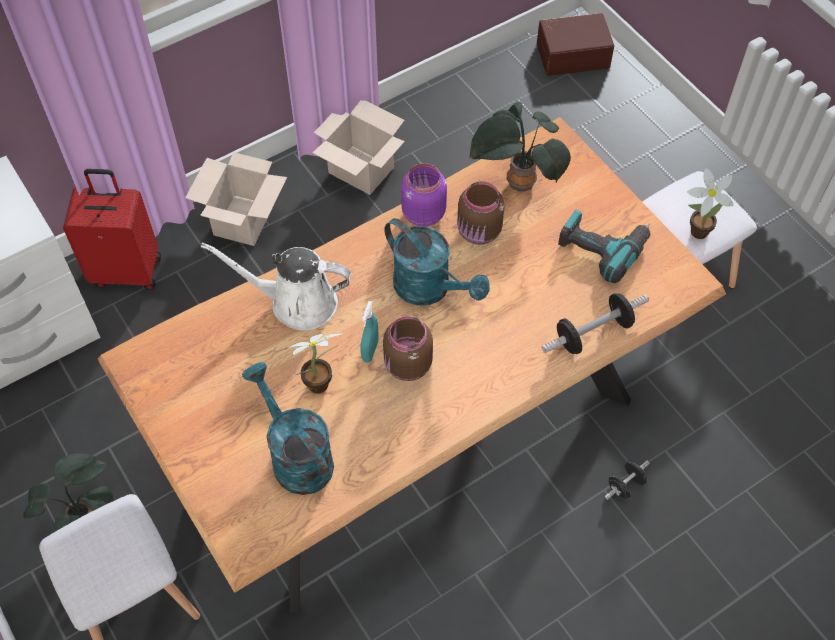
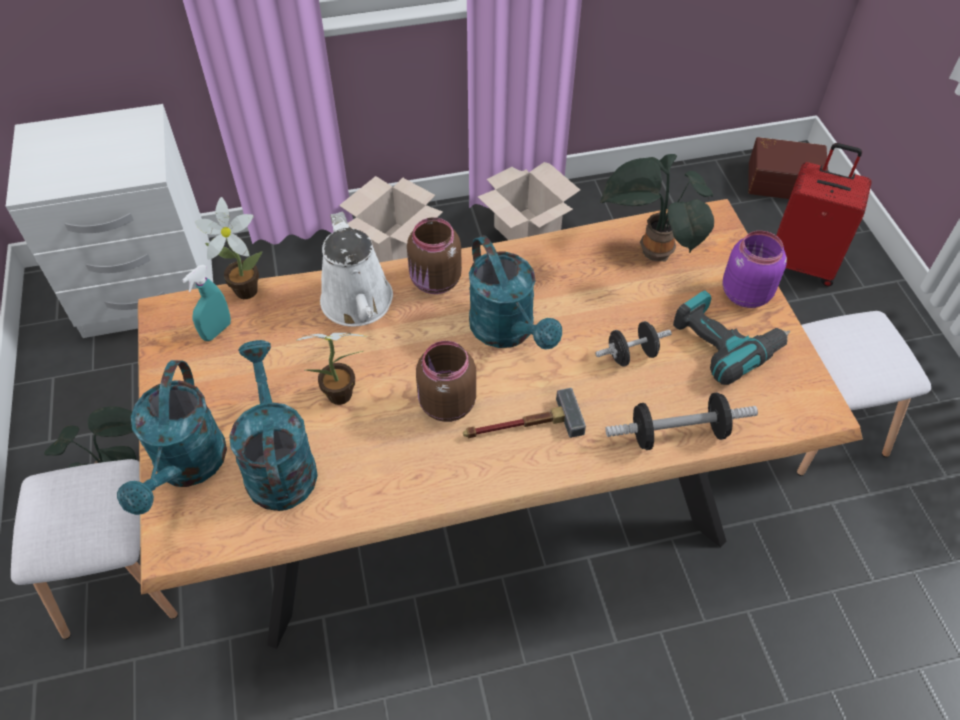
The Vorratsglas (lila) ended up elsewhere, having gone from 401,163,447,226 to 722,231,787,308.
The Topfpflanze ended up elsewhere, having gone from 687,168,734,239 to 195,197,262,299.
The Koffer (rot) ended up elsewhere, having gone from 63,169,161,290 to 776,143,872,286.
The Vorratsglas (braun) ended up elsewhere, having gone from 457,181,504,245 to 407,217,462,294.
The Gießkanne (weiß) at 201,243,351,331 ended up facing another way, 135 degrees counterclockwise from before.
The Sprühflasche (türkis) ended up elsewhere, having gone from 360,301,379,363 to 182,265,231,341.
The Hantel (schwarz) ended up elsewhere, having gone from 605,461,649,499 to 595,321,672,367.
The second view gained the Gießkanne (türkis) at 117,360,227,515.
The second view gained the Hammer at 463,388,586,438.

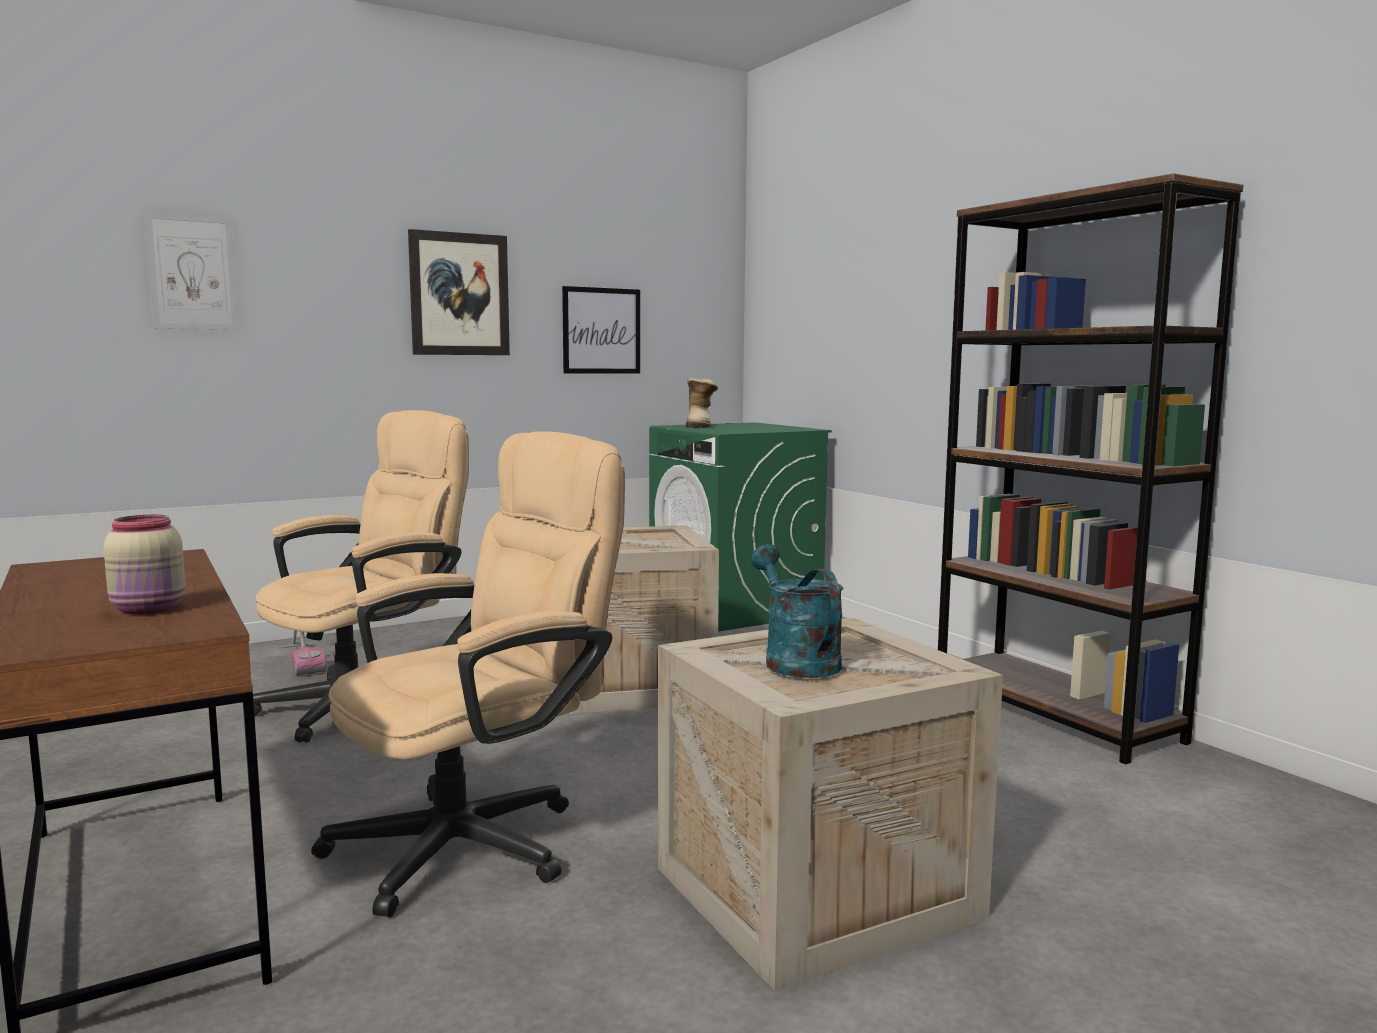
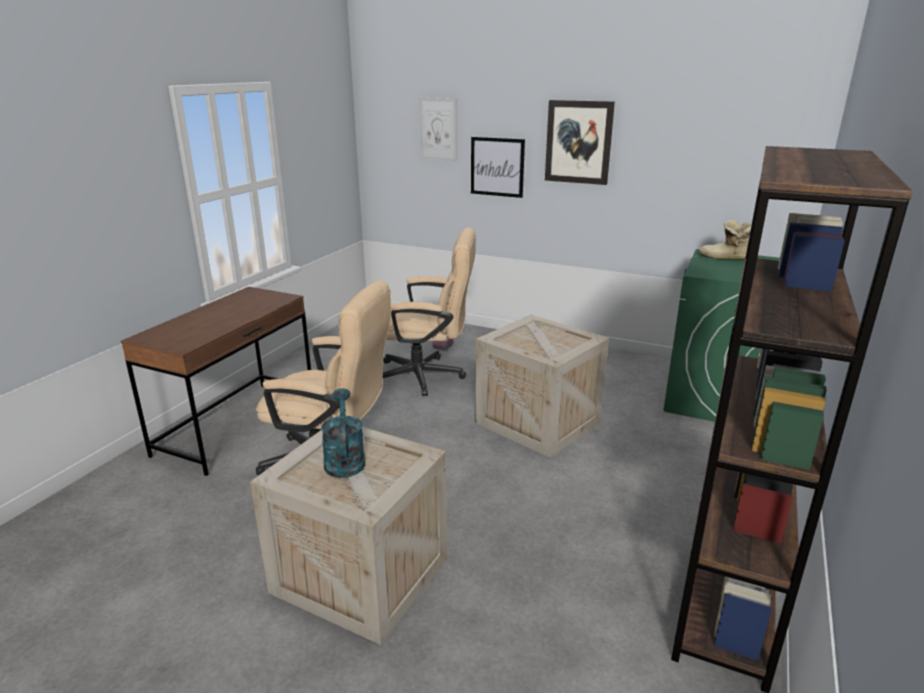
The Bild ended up elsewhere, having gone from 562,286,640,374 to 471,137,525,198.
The Stiefel at 686,378,718,428 ended up facing another way, 60 degrees clockwise from before.
The second view lost the Vorratsglas (beige) at 104,515,186,615.
The Gießkanne (türkis) at 751,544,844,678 ended up facing another way, 45 degrees counterclockwise from before.

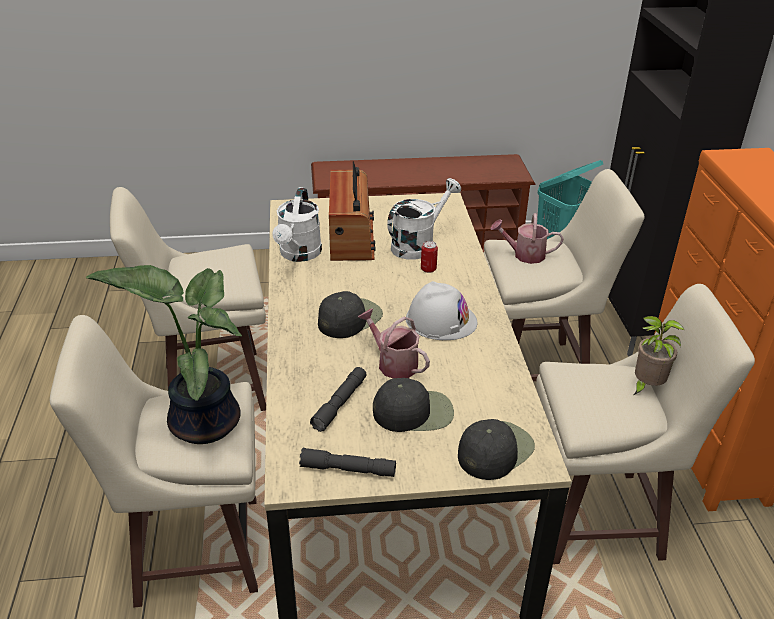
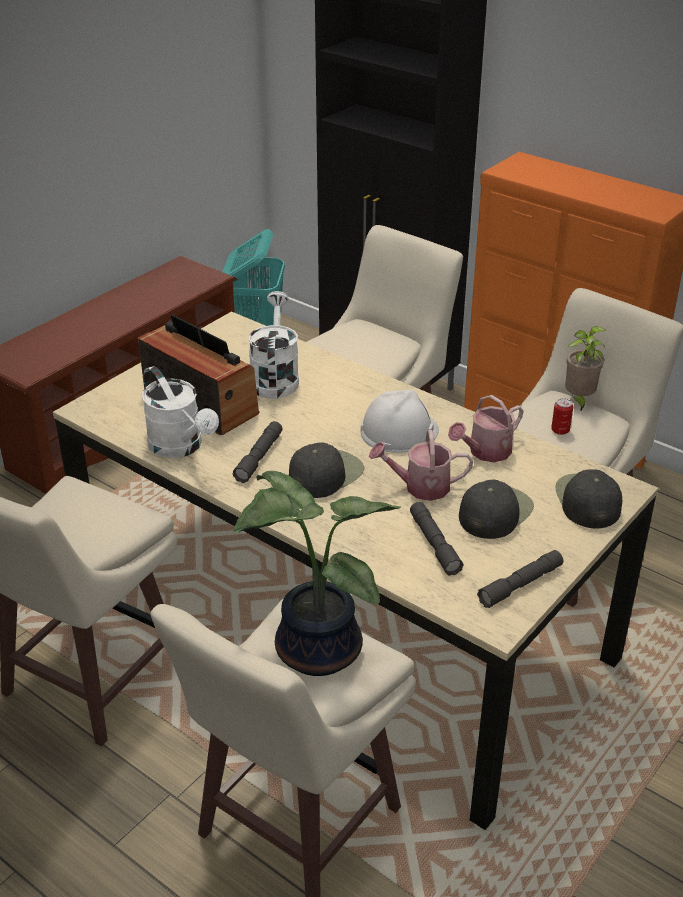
The Gießkanne ended up elsewhere, having gone from 490,213,564,264 to 448,395,523,462.
The Dose ended up elsewhere, having gone from 421,241,438,273 to 551,398,573,435.
The Kappe (schwarz) at 318,291,383,338 ended up facing another way, 45 degrees clockwise from before.
The second view gained the Taschenlampe (grau) at 233,421,282,483.

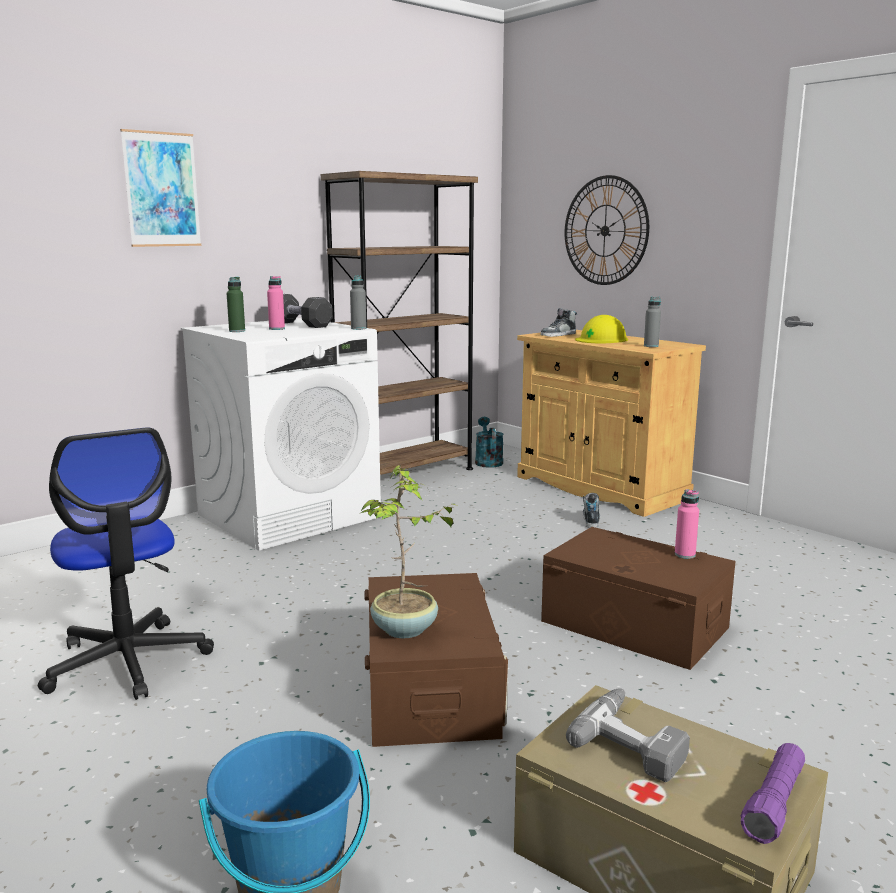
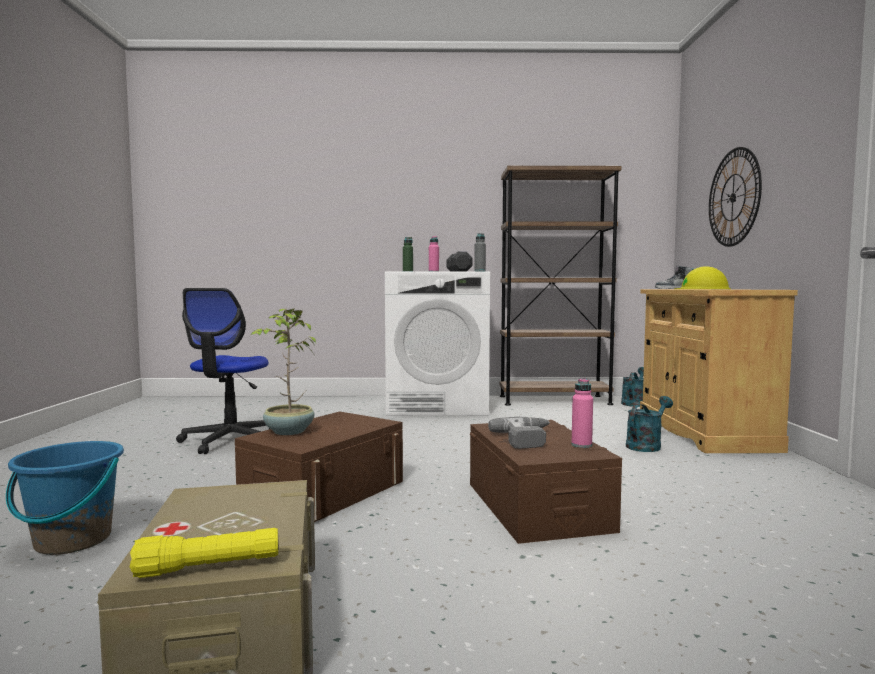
The second view lost the Bild at 120,129,201,247.
The second view lost the Flasche (grau) at 644,297,661,347.
Where the Schuh stood at 582,493,600,528, the Gießkanne (türkis) came to stand at 626,396,673,452.
The Bohrmaschine ended up elsewhere, having gone from 566,688,690,782 to 488,417,550,449.
What was the Taschenlampe (lila) at 741,743,805,844 turned into the Taschenlampe (gelb) at 129,528,279,578.

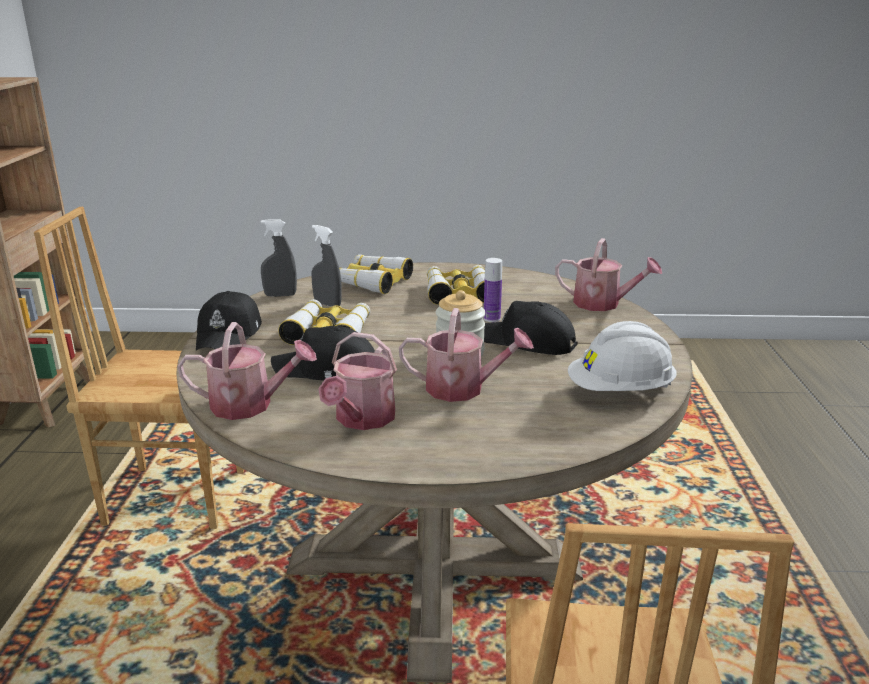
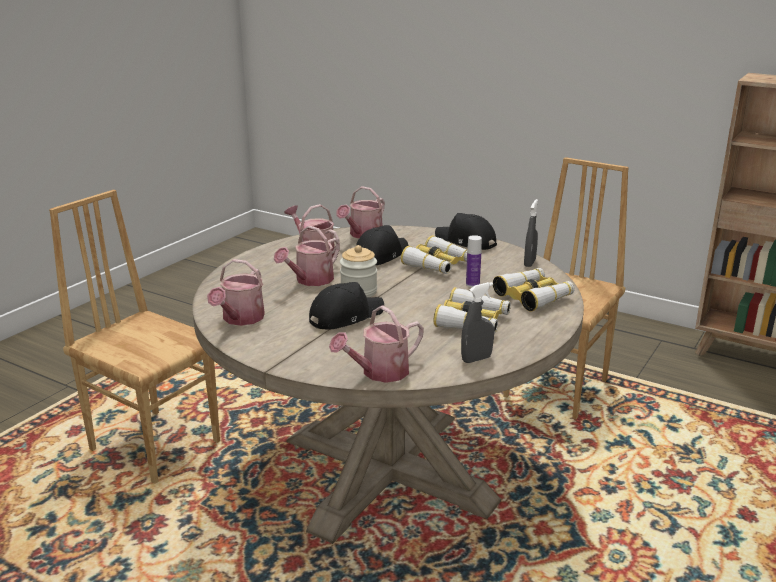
The Sprühflasche (grau) ended up elsewhere, having gone from 312,225,342,307 to 461,282,494,363.
The Flasche ended up elsewhere, having gone from 483,258,502,322 to 466,235,482,287.
Where the Schutzhelm (weiß) stood at 568,321,677,391, the Gießkanne came to stand at 207,259,265,326.

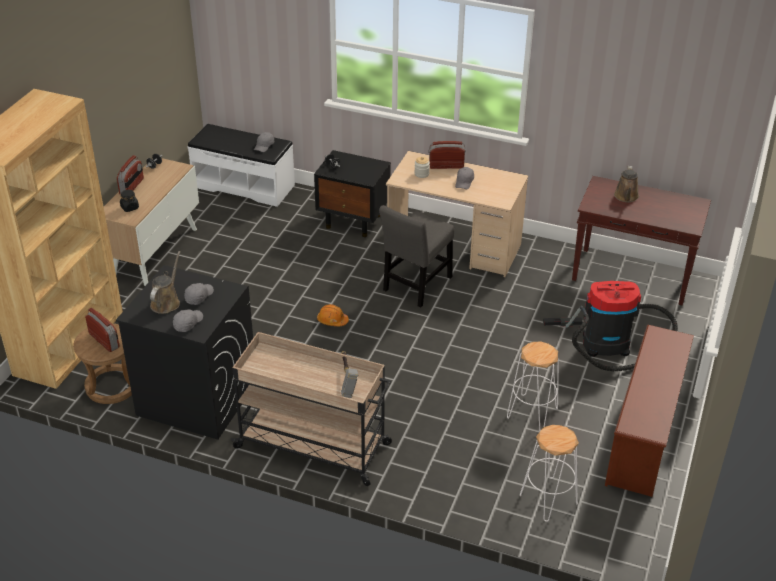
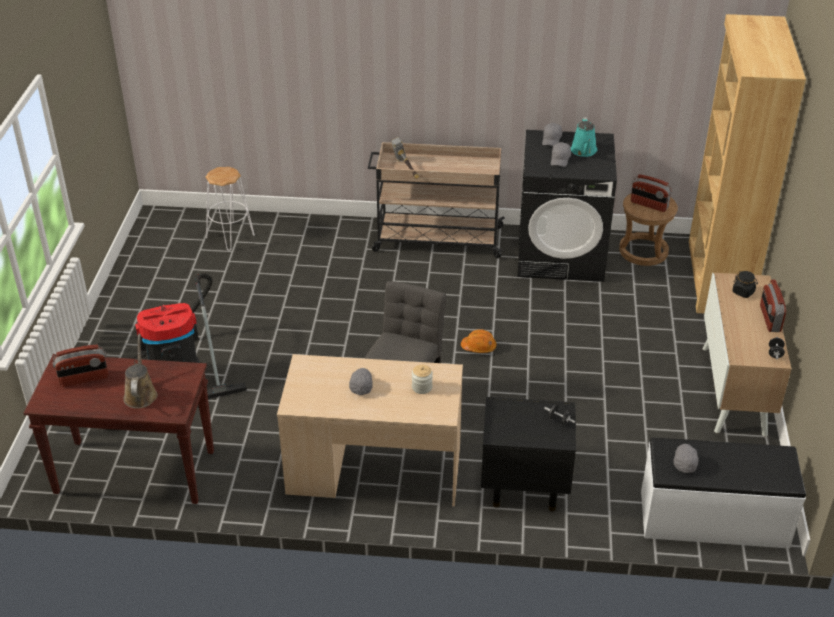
The Radio ended up elsewhere, having gone from 428,141,466,169 to 53,344,109,387.
What was the Gießkanne (braun) at 150,251,181,314 turned into the Gießkanne (türkis) at 571,117,597,157.
The second view lost the Schuhregal (braun) at 605,325,694,497.
The second view lost the Hocker (weiß) at 507,341,559,431.

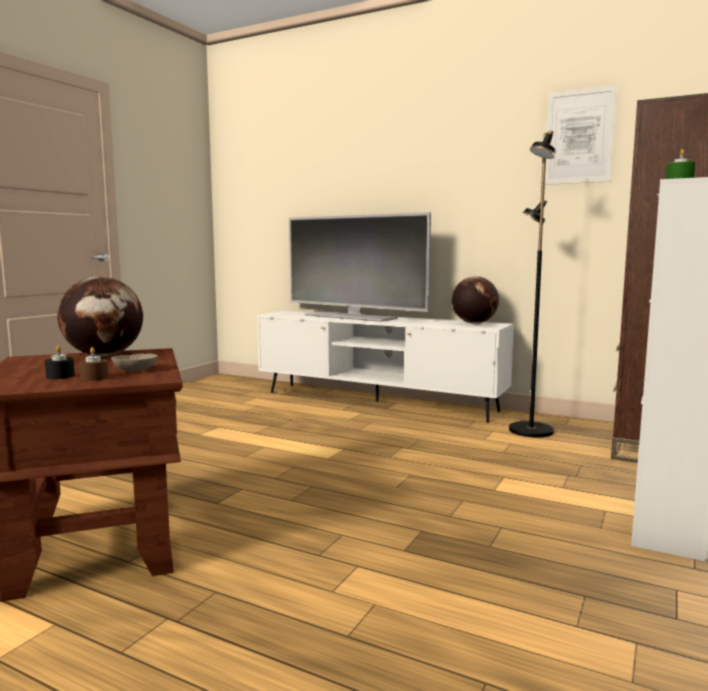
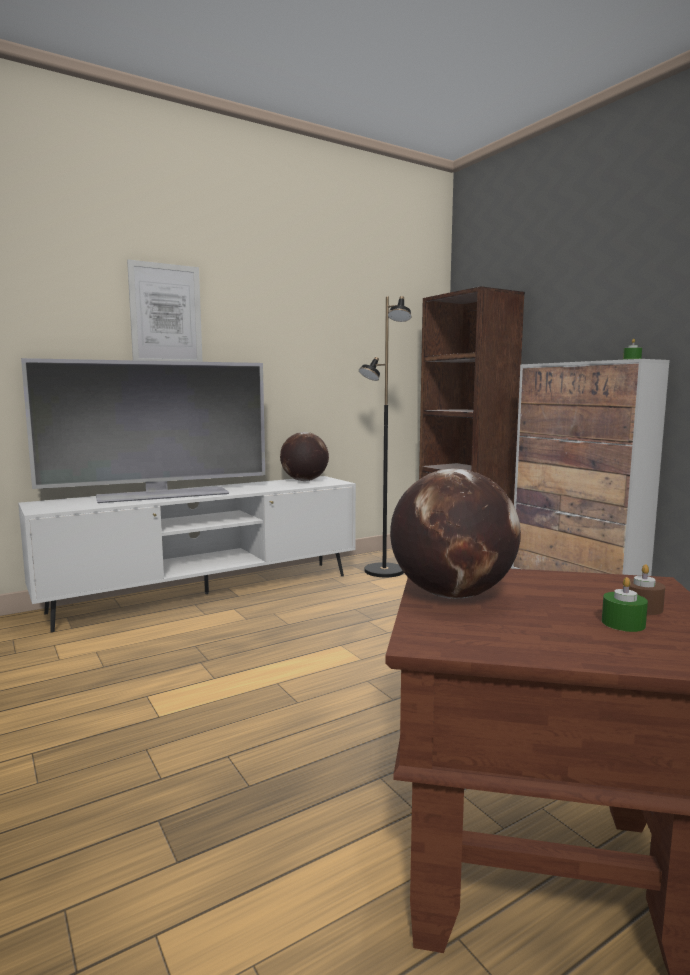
The Bild ended up elsewhere, having gone from 545,85,618,185 to 127,259,203,362.
What was the Kerze (schwarz) at 45,346,75,379 turned into the Kerze (grün) at 602,577,648,632.
The second view lost the Schüssel (beige) at 111,354,158,371.

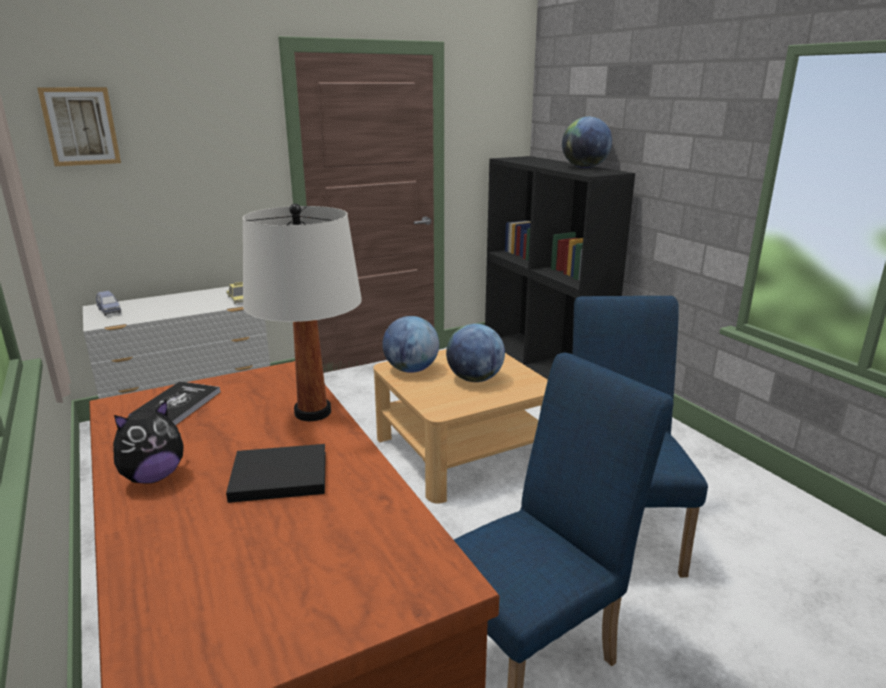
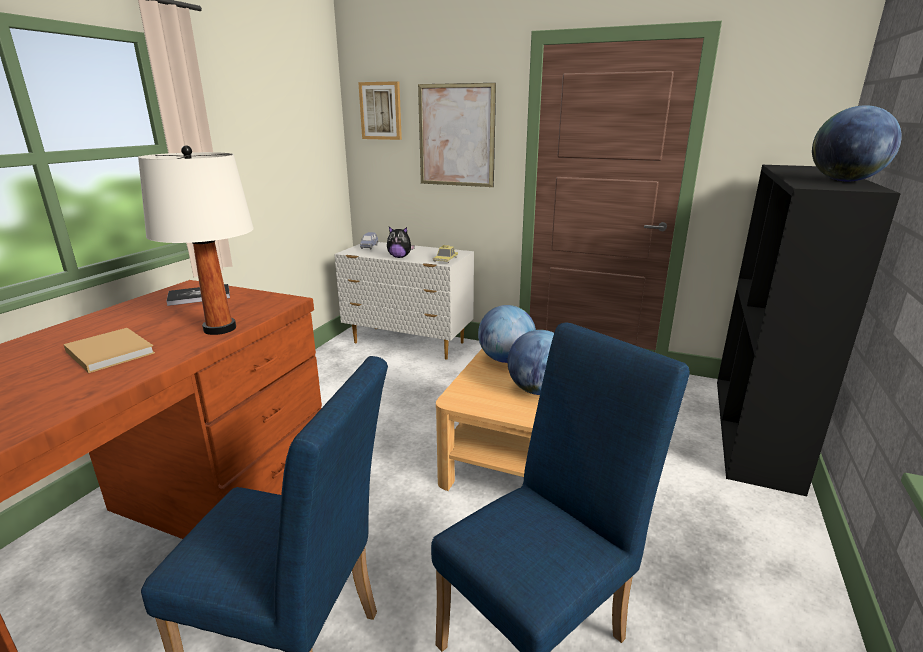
The Plüschtier ended up elsewhere, having gone from 113,400,184,484 to 387,227,415,258.
What was the Buch (schwarz) at 226,444,326,503 turned into the Buch (beige) at 63,328,155,373.
The second view gained the Bild at 418,83,496,187.

